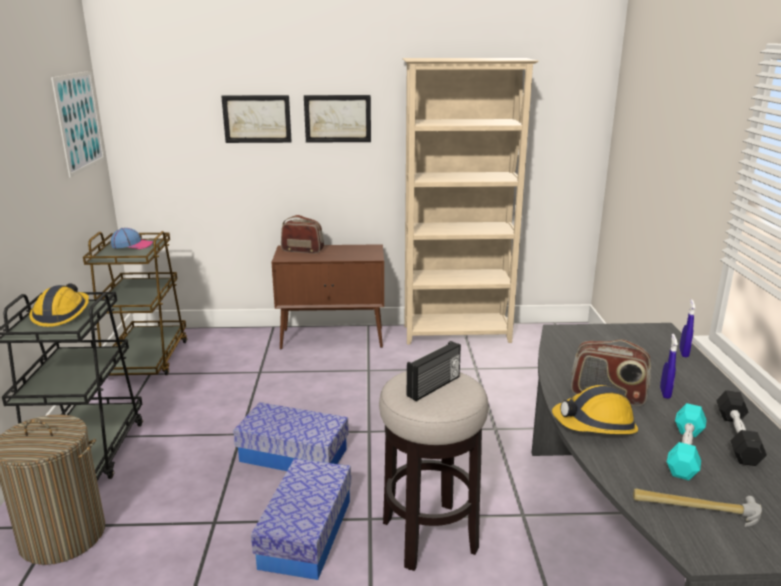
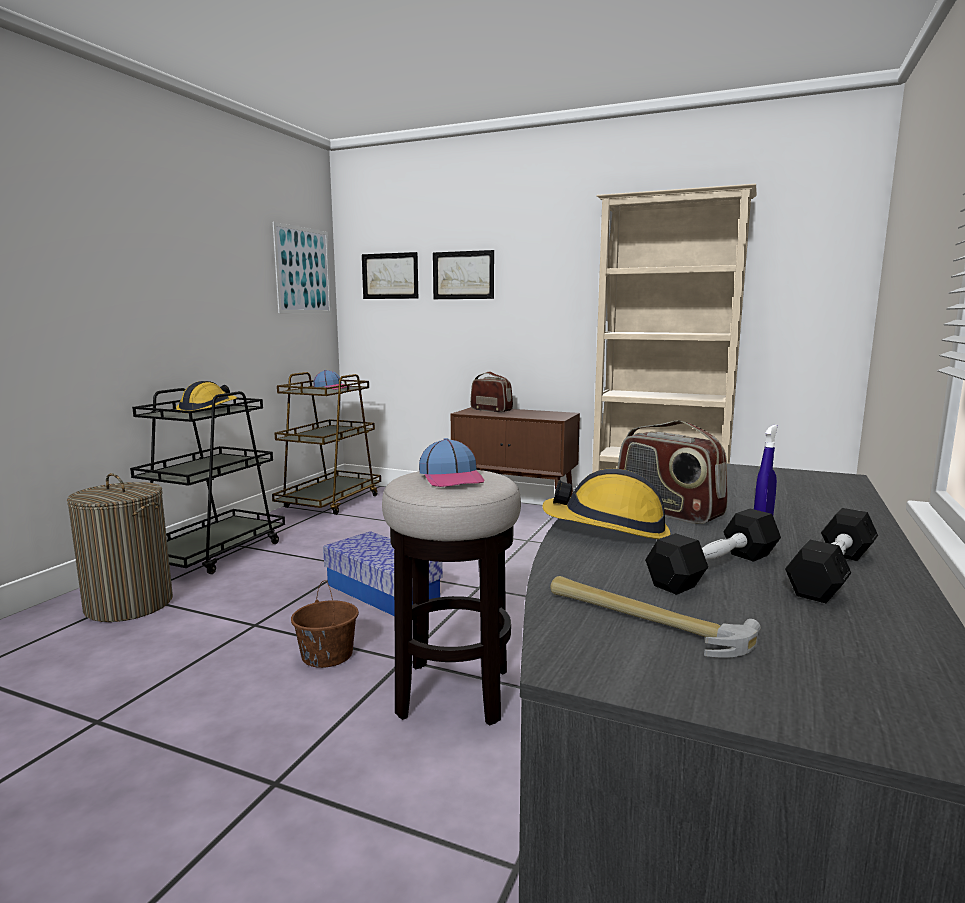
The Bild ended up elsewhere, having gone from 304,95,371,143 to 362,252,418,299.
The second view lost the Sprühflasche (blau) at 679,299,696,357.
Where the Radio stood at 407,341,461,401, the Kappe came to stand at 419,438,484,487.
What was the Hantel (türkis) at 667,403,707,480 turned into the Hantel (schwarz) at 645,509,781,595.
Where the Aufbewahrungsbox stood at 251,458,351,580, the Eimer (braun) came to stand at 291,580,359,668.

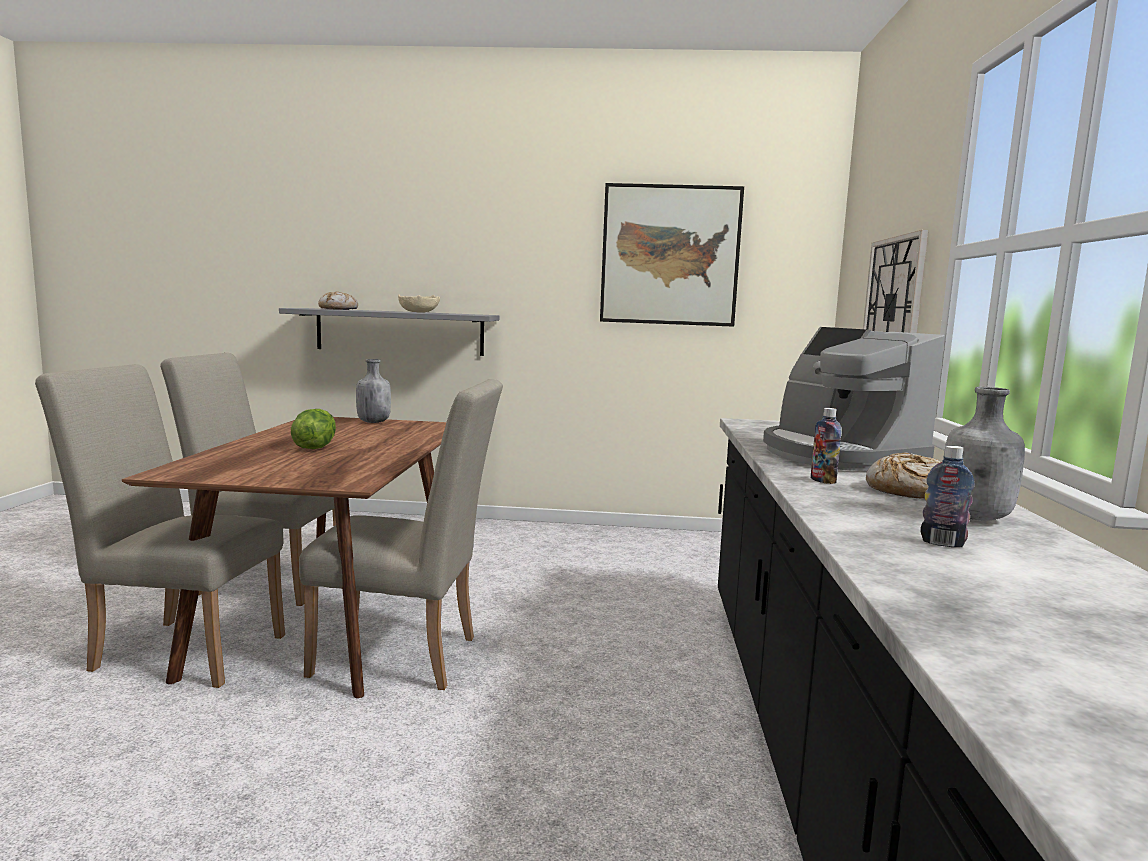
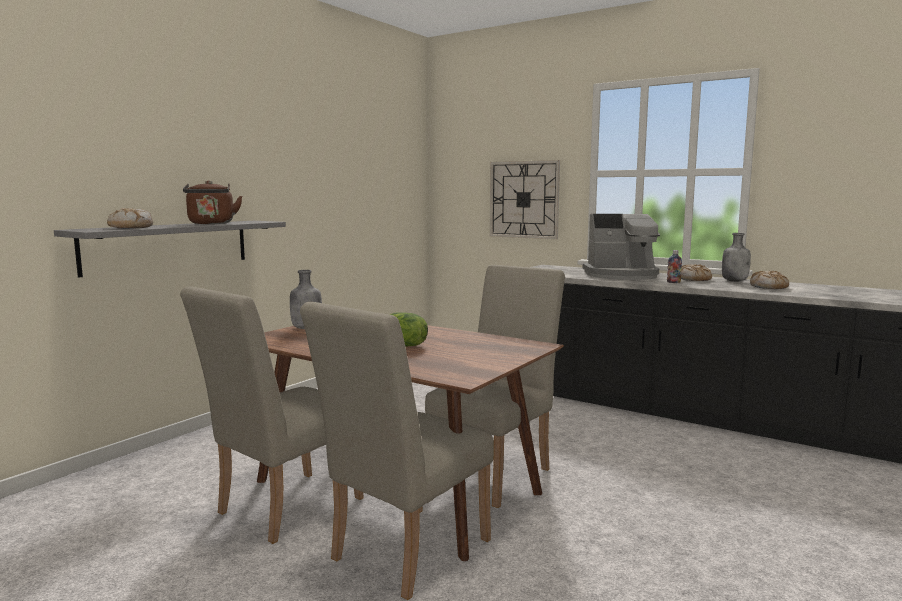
The second view lost the Bild at 600,183,744,327.
Where the Schüssel (beige) stood at 398,295,440,313, the Wasserkessel (braun) came to stand at 183,180,242,224.
Where the Flasche stood at 920,446,975,547, the Brot came to stand at 750,271,789,289.

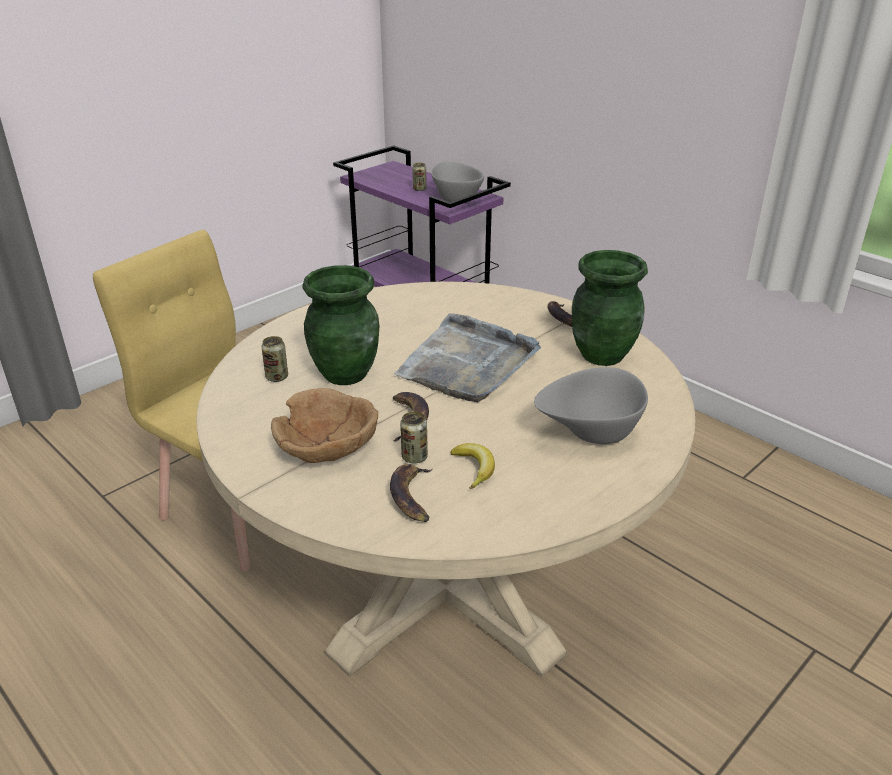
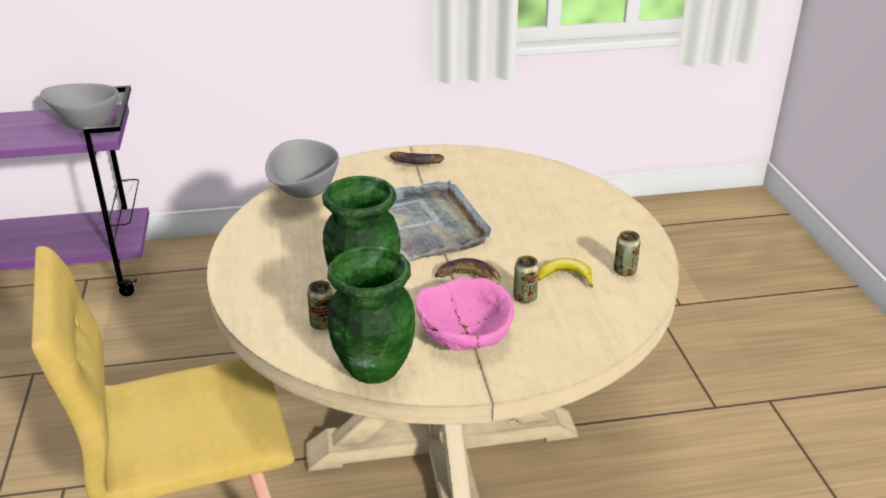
The Dose ended up elsewhere, having gone from 412,163,427,191 to 614,231,641,276.
The Vase (grün) ended up elsewhere, having gone from 572,250,648,366 to 327,245,415,384.
The Schüssel (grau) ended up elsewhere, having gone from 534,367,648,444 to 265,139,339,198.
What was the Schüssel (braun) at 271,388,378,463 turned into the Schüssel (rosa) at 415,277,514,351.
The second view lost the Banane at 390,464,432,522.

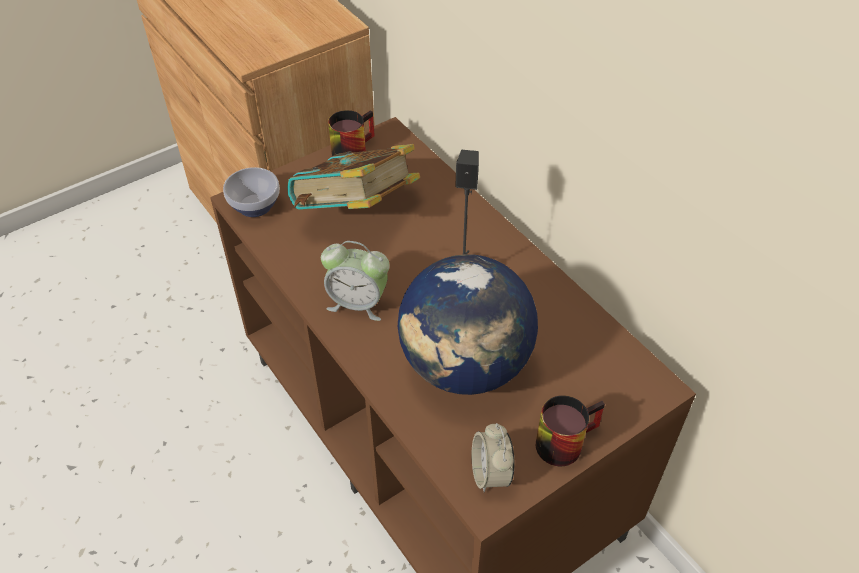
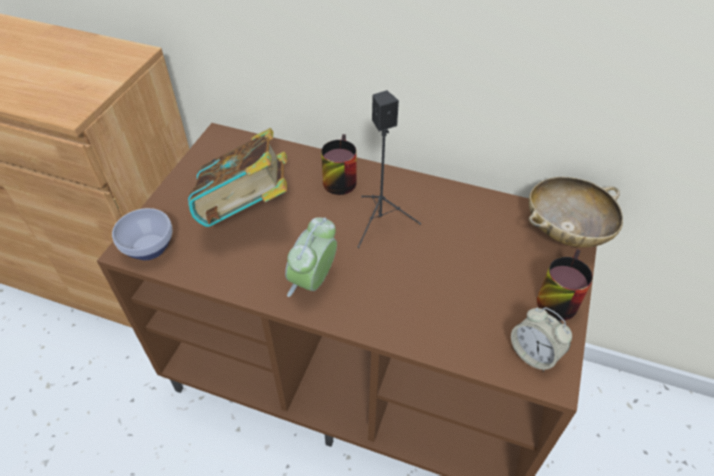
The Henkelbecher ended up elsewhere, having gone from 328,110,375,156 to 321,134,357,195.
The Wecker at 321,241,390,321 ended up facing another way, 135 degrees clockwise from before.
The second view lost the Globus at 398,254,538,395.
The second view gained the Schüssel (beige) at 528,177,623,247.

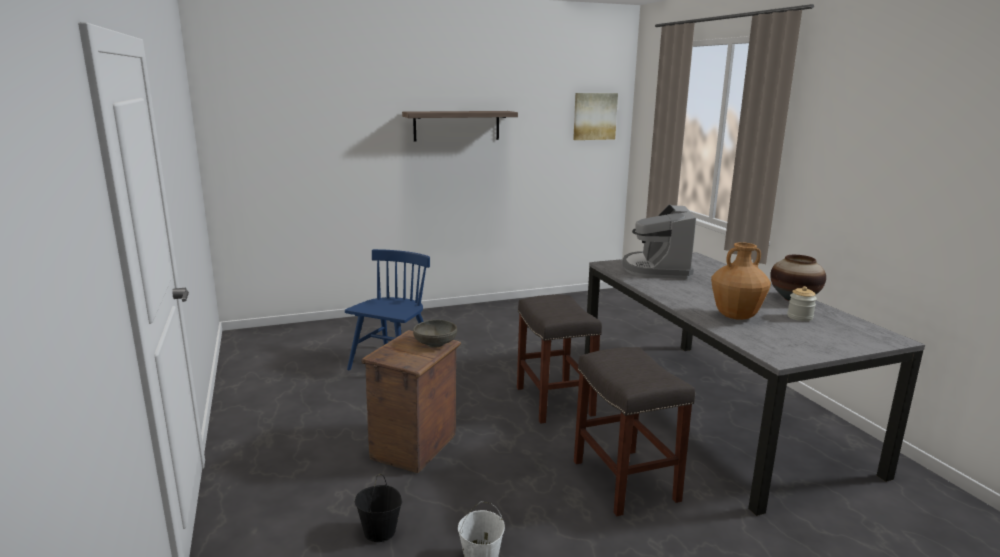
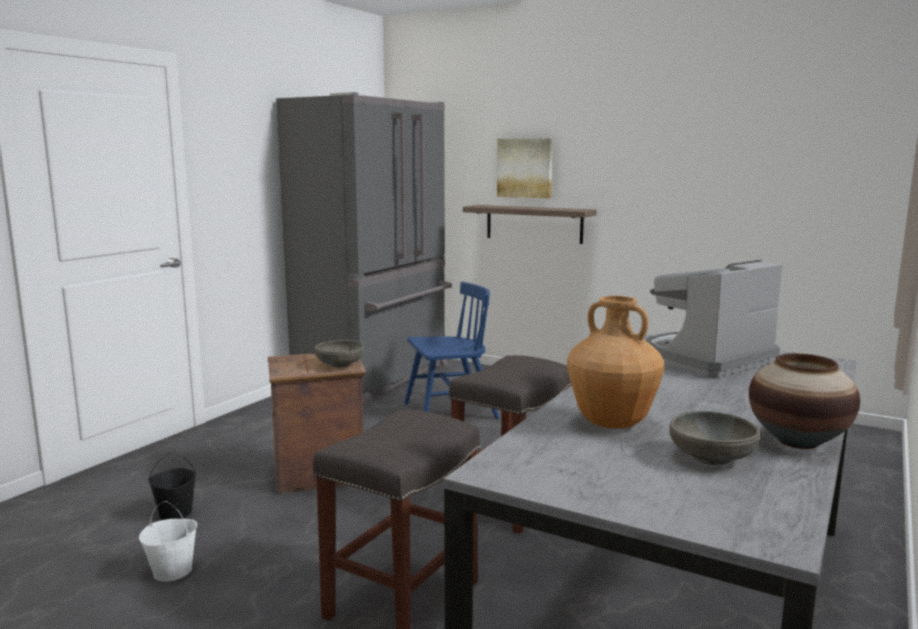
The Bild ended up elsewhere, having gone from 573,93,618,140 to 497,138,553,198.
The Wandregal ended up elsewhere, having gone from 402,111,518,142 to 463,205,596,244.
Where the Vorratsglas stood at 787,286,817,321, the Schüssel (grau) came to stand at 669,411,760,465.
The second view gained the Kühlschrank (grau) at 276,92,452,403.

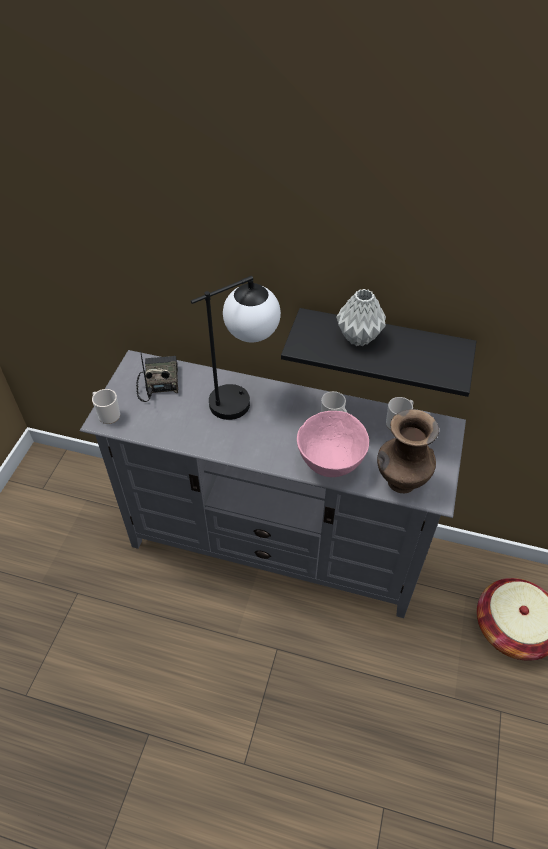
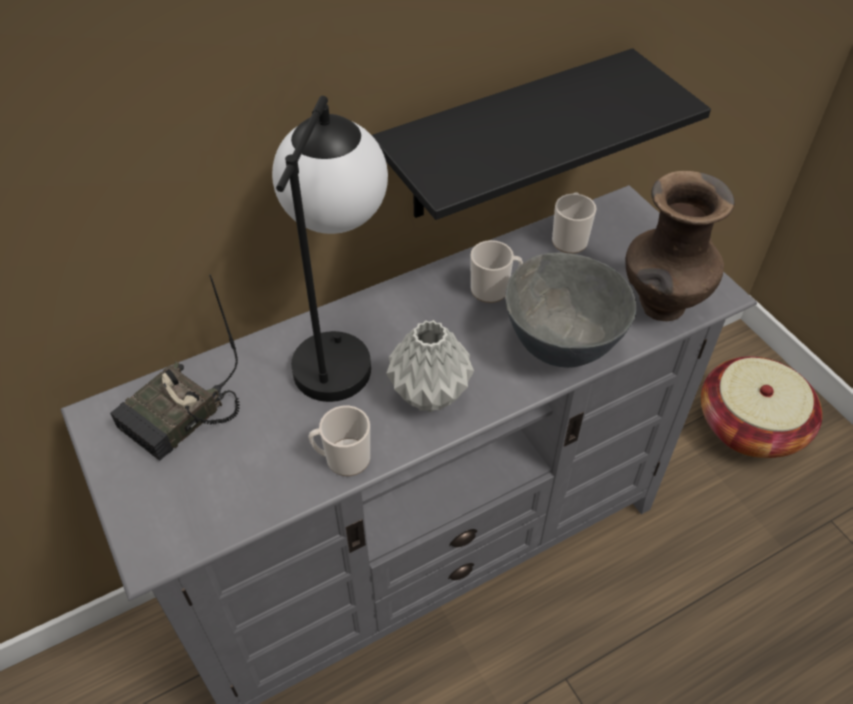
The Vase (grau) ended up elsewhere, having gone from 336,289,386,346 to 386,320,474,413.
The Radio at 136,351,178,402 ended up facing another way, 90 degrees counterclockwise from before.
The Henkelbecher ended up elsewhere, having gone from 92,389,120,424 to 308,406,370,476.
What was the Schüssel (rosa) at 297,411,369,477 turned into the Schüssel (grau) at 505,253,636,368.

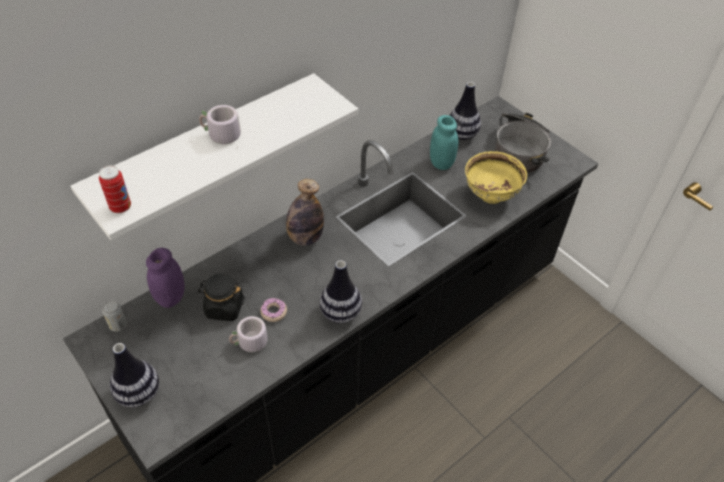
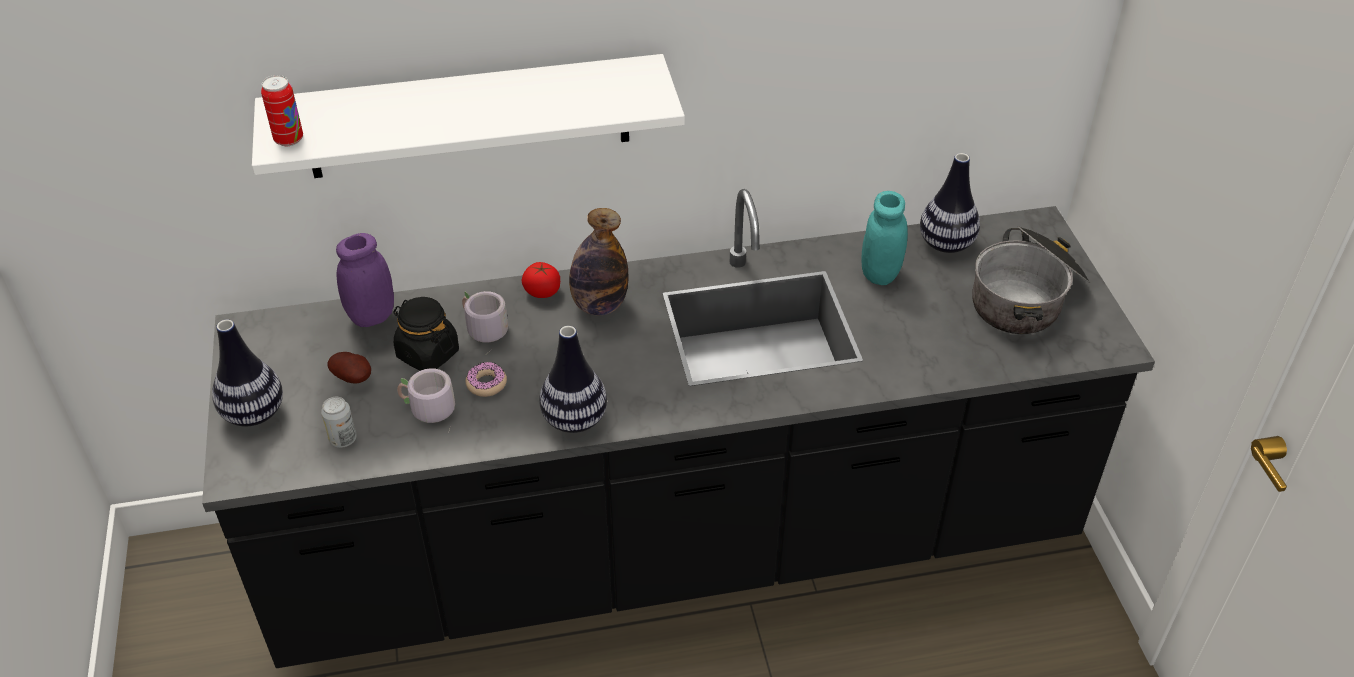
The Henkelbecher (grau) ended up elsewhere, having gone from 199,105,241,150 to 462,291,508,354.
The second view lost the Schüssel (gelb) at 465,151,527,204.
The Dose ended up elsewhere, having gone from 102,301,127,332 to 321,397,357,448.
The second view gained the Tomate at 522,262,560,298.
The second view gained the Kartoffel at 328,352,371,383.

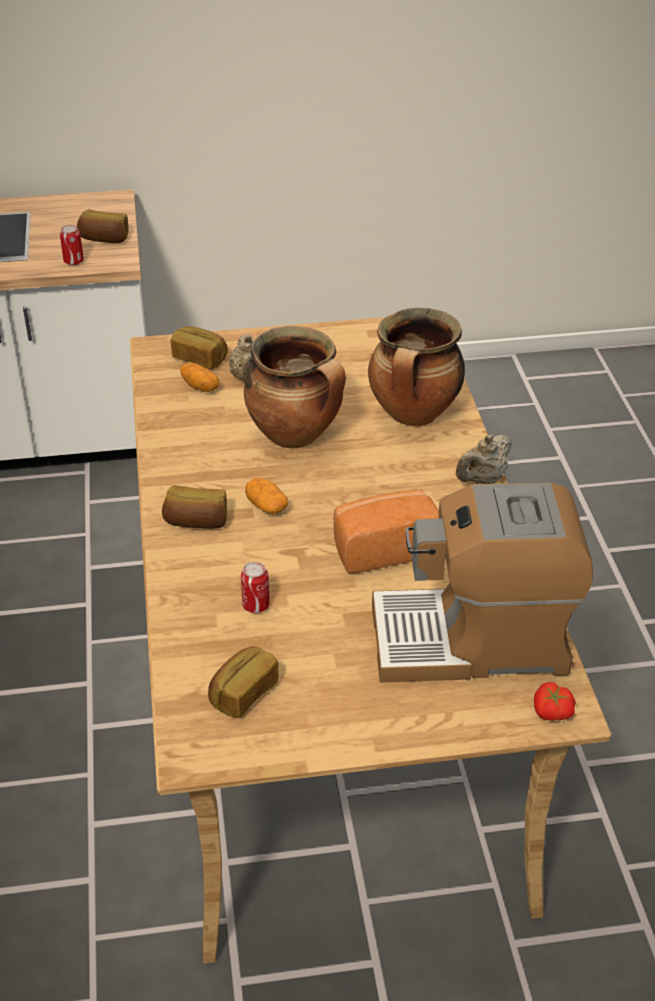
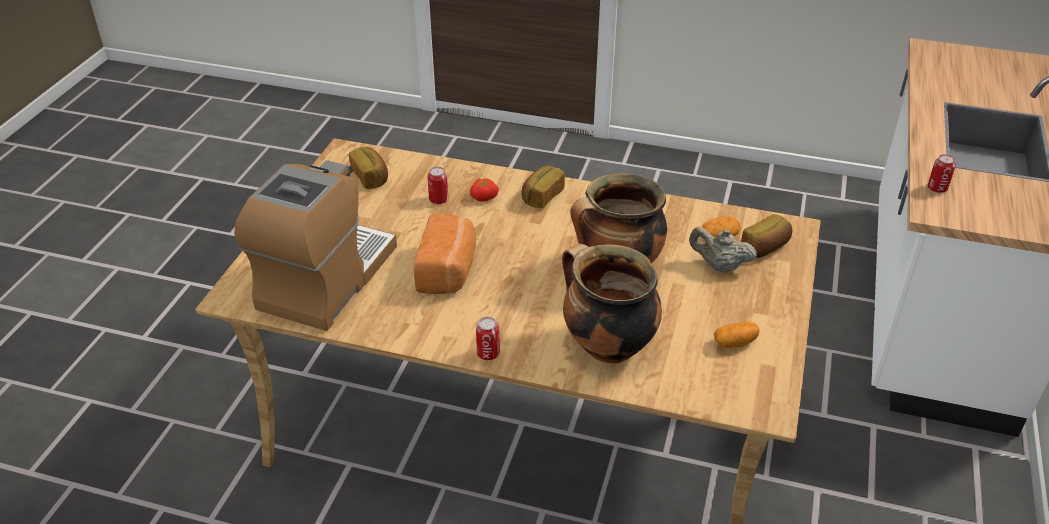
The second view lost the Brot at 77,209,129,243.
Where the Teekanne (beige) stood at 456,435,512,484, the Dose came to stand at 476,317,500,360.
The Kartoffel ended up elsewhere, having gone from 245,478,288,514 to 714,321,760,348.
The Tomate ended up elsewhere, having gone from 534,682,576,720 to 470,178,499,202.

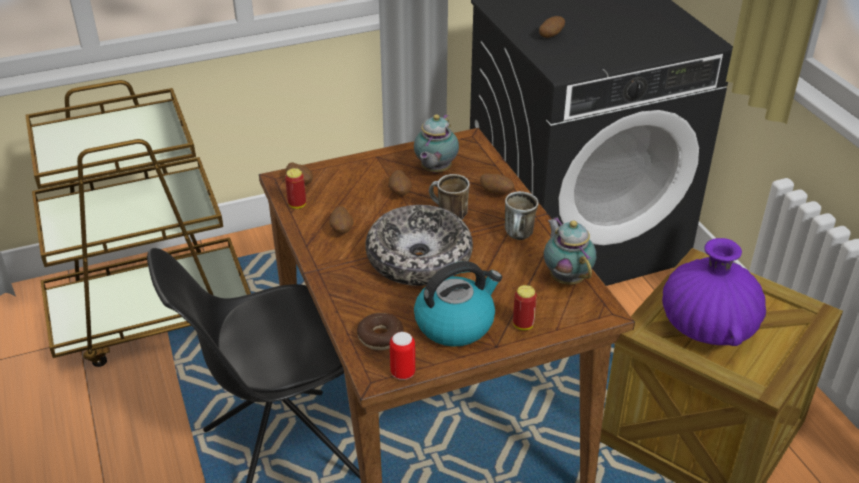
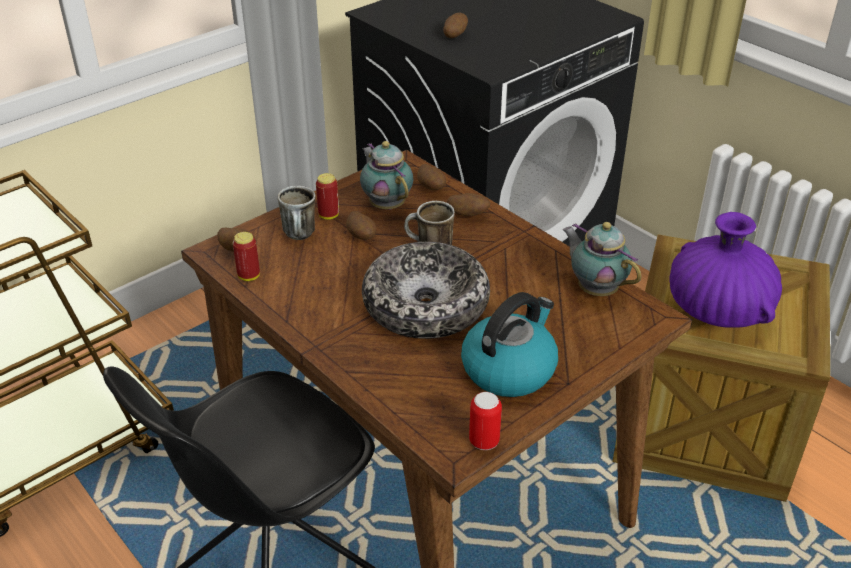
The Teekanne at 414,114,459,172 ended up facing another way, 150 degrees clockwise from before.
The Henkelbecher ended up elsewhere, having gone from 505,191,538,240 to 278,186,316,240.
The Kartoffel ended up elsewhere, having gone from 329,206,353,234 to 417,164,446,190.
The Dose ended up elsewhere, having gone from 513,285,537,330 to 316,173,339,220.
The second view lost the Donut at 357,313,404,350.

